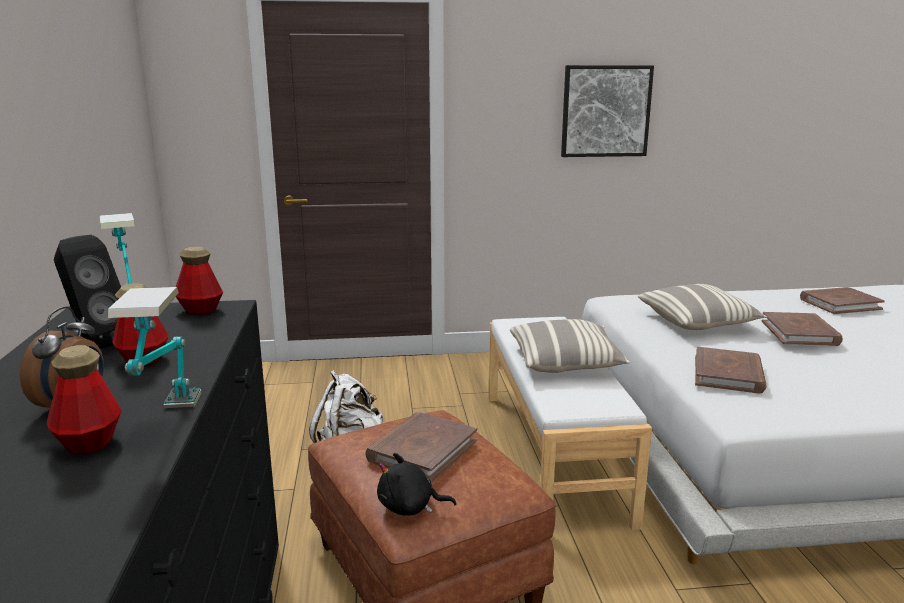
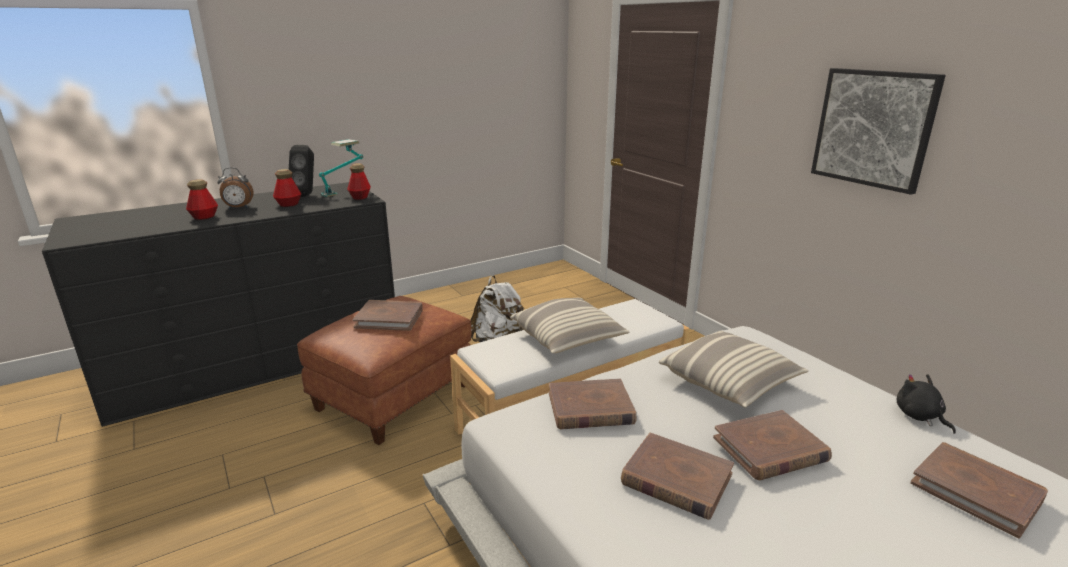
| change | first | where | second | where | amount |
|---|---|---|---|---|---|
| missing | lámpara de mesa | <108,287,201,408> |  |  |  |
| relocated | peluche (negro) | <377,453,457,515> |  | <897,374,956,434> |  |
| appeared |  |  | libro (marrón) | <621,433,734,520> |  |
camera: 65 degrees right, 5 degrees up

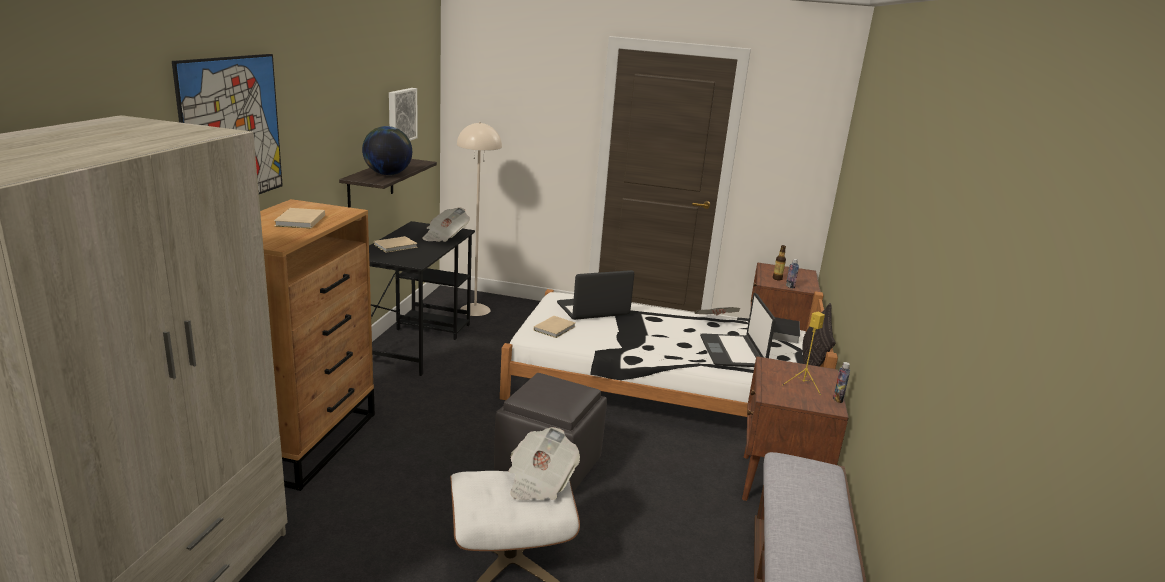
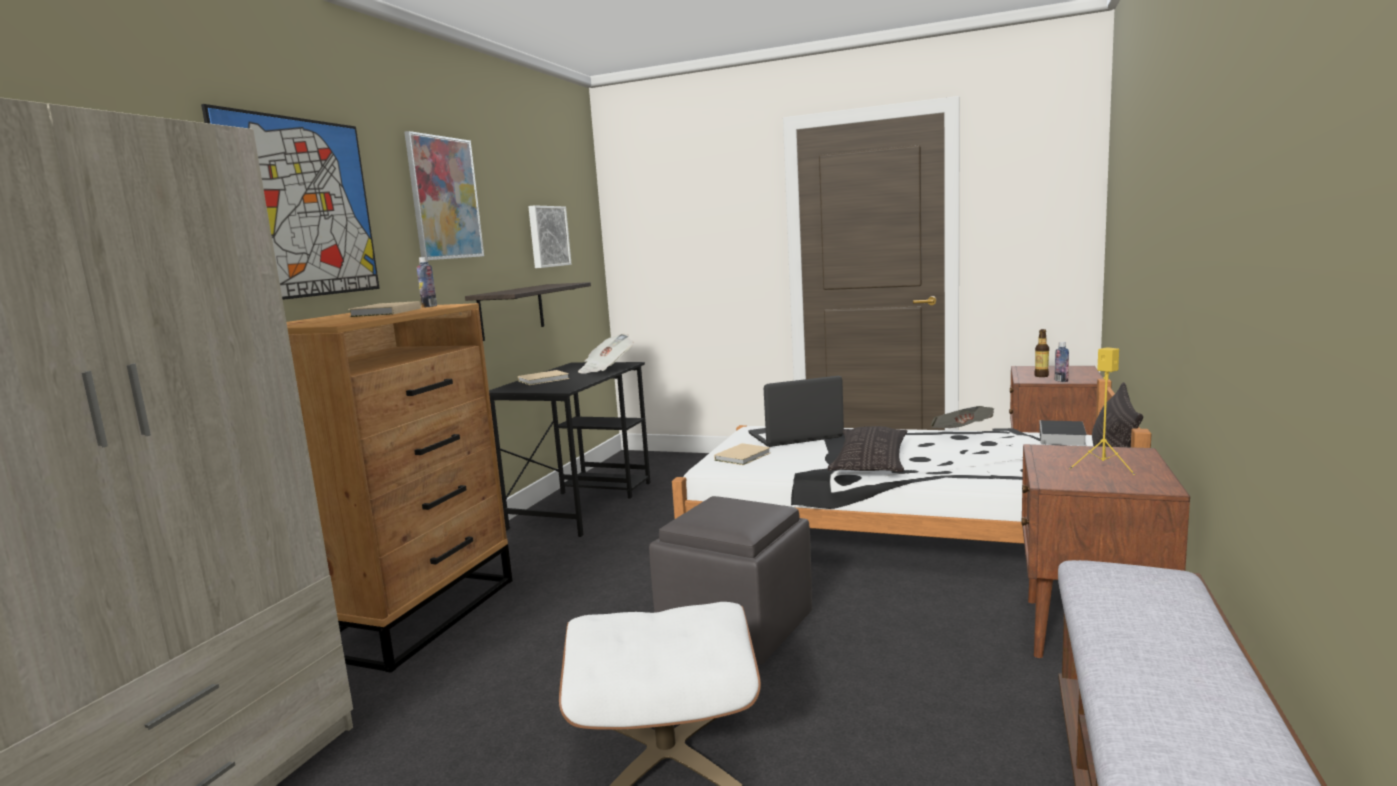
| change | first | where | second | where | amount |
|---|---|---|---|---|---|
| missing | globo terráqueo | <362,126,412,175> |  |  |  |
| missing | lámpara de pie (beis) | <457,122,502,316> |  |  |  |
| missing | periódico | <509,427,580,500> |  |  |  |
| missing | portátil | <700,293,776,367> |  |  |  |
| relocated | botella | <833,362,850,403> |  | <417,257,437,308> |  |
| appeared |  |  | cuadro | <404,131,484,260> |  |
| appeared |  |  | cojín | <828,426,907,472> |  |
camera: 10 degrees right, 10 degrees down

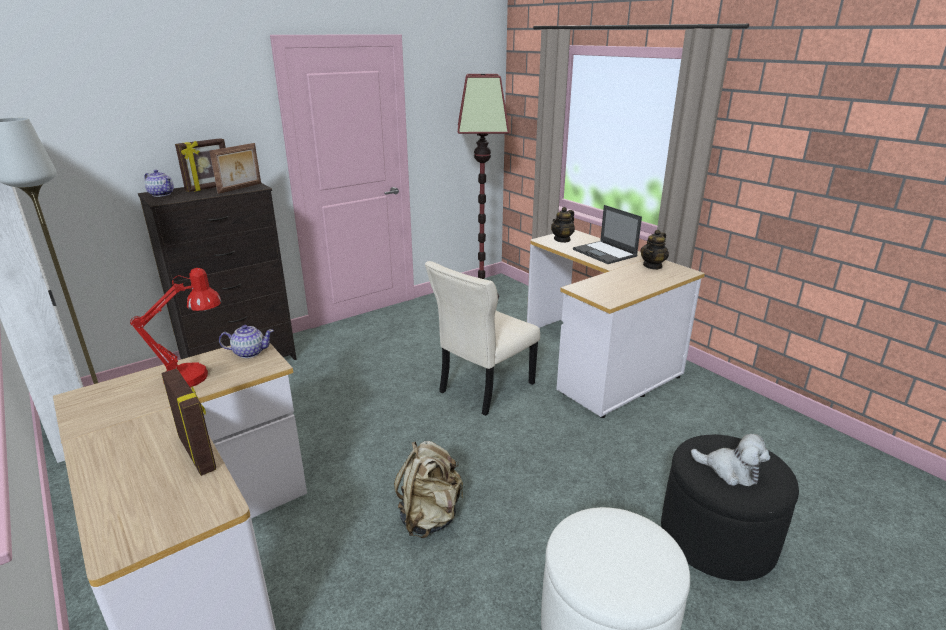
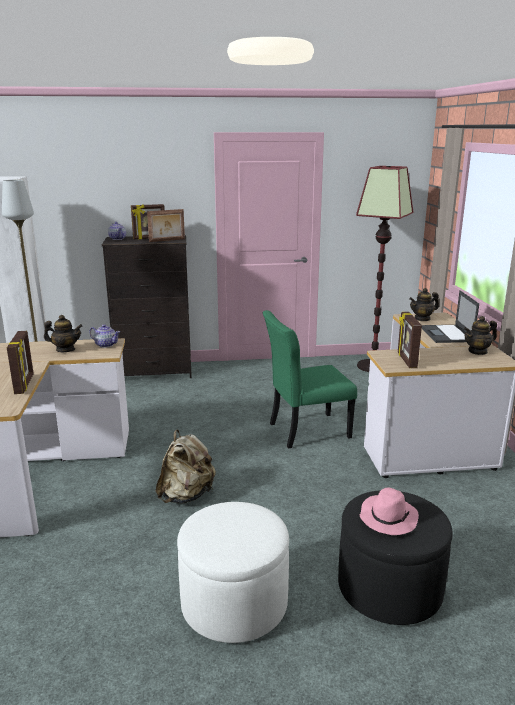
| change | first | where | second | where | amount |
|---|---|---|---|---|---|
| exchanged | lámpara de mesa (rojo) | <130,268,222,388> | tetera | <44,315,83,352> |  |
| colour | silla (beis) | <425,261,540,416> | silla (verde) | <262,310,357,449> |  |
| exchanged | peluche | <691,434,770,486> | sombrero (rosa) | <360,487,419,535> |  |
| appeared |  |  | portarretratos | <398,312,422,368> |  |
camera: 30 degrees right, 5 degrees down

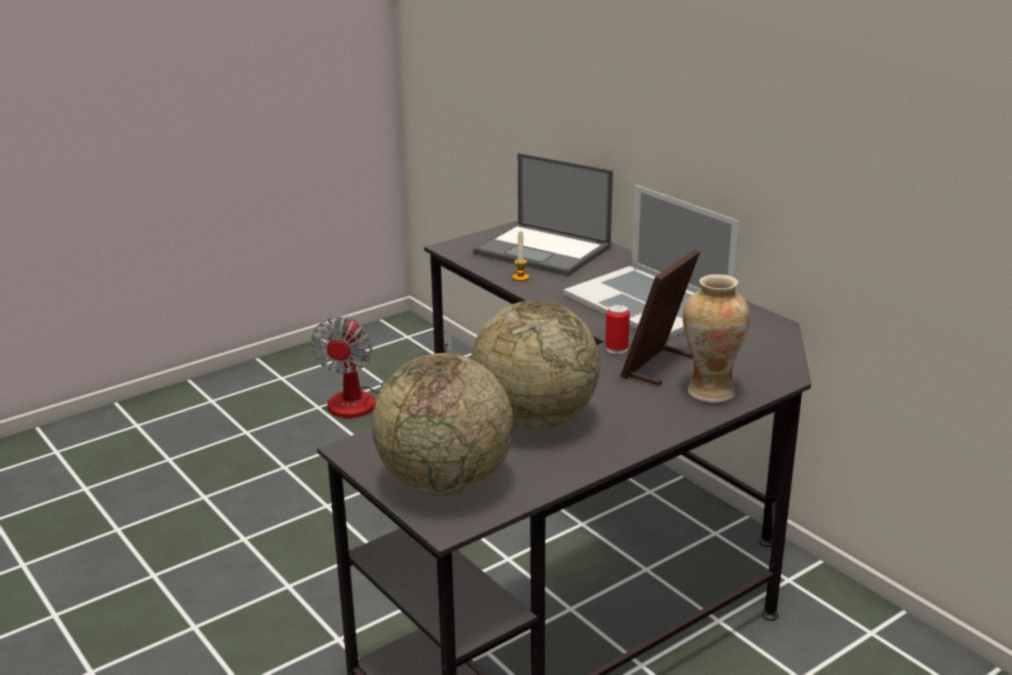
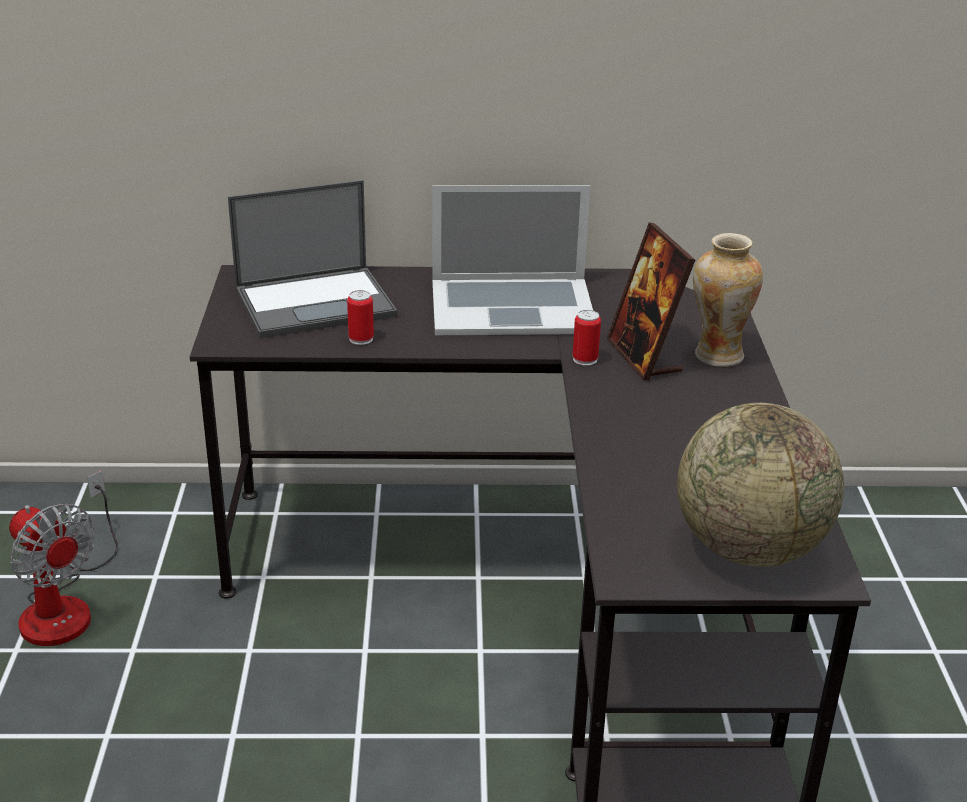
| change | first | where | second | where | amount |
|---|---|---|---|---|---|
| missing | globo terráqueo | <471,300,600,430> |  |  |  |
| exchanged | vela | <512,230,529,281> | lata | <347,290,374,345> |  |
camera: 55 degrees left, 5 degrees up

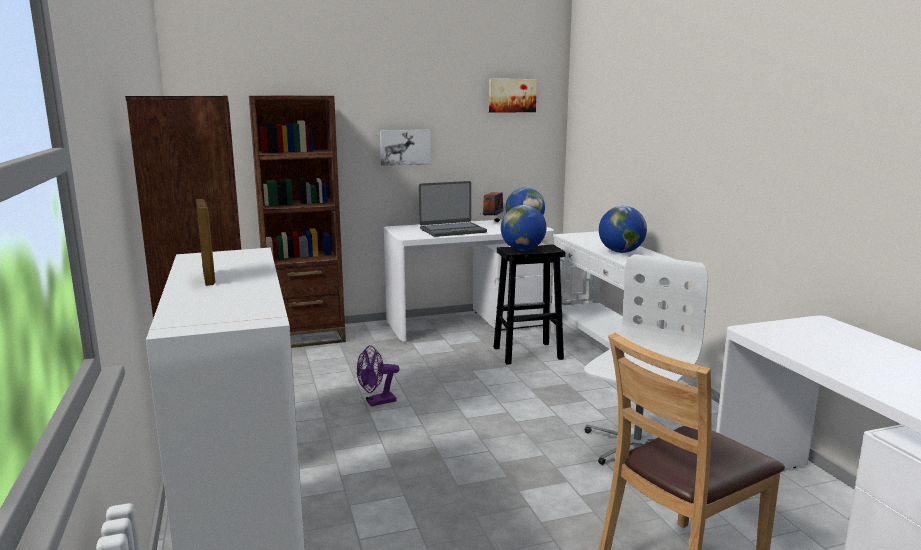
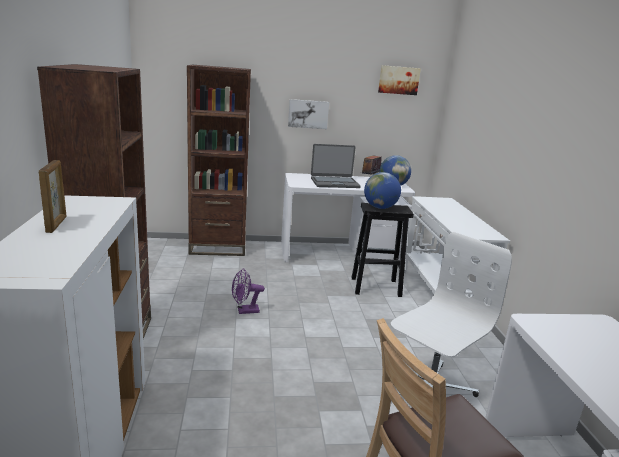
| change | first | where | second | where | amount |
|---|---|---|---|---|---|
| missing | globo terráqueo | <599,206,647,253> |  |  |  |
camera: 10 degrees right, 5 degrees up

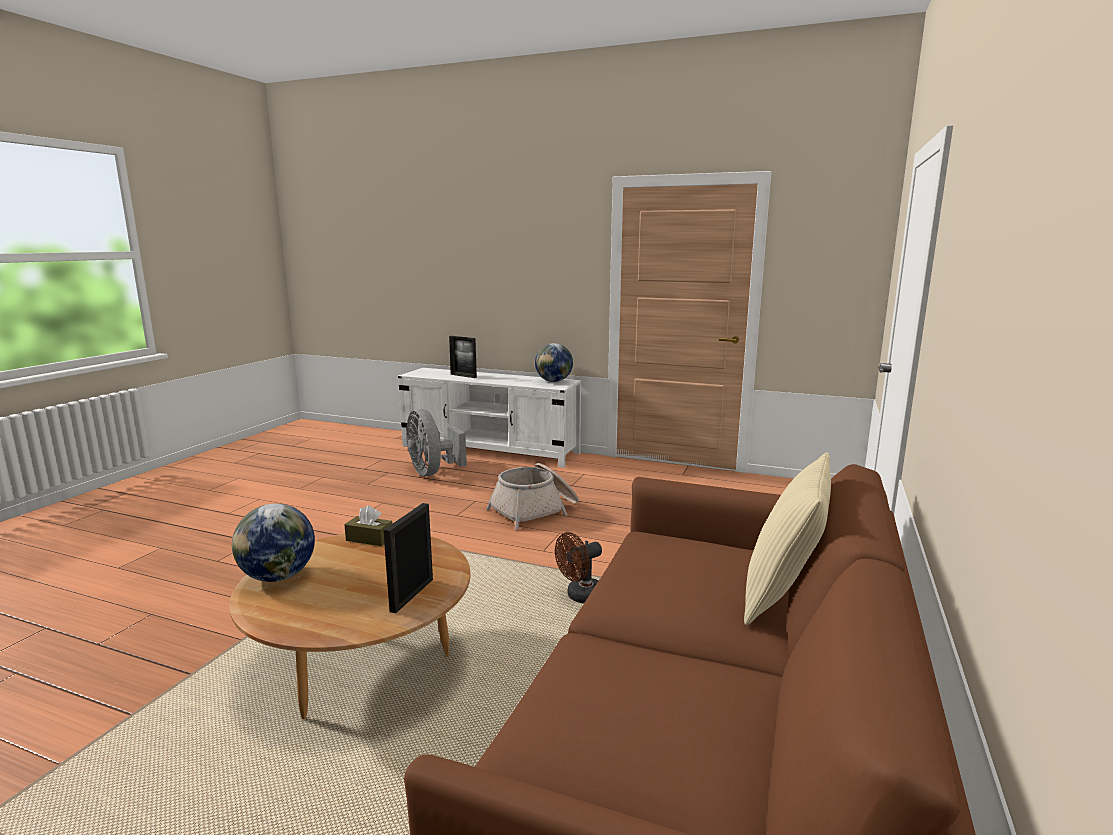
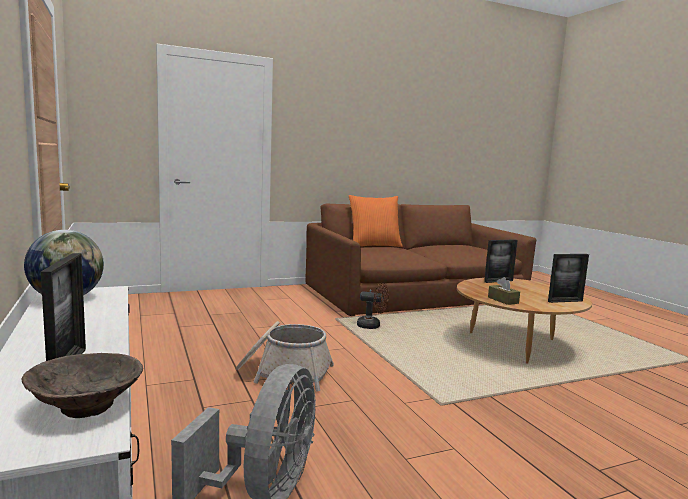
| change | first | where | second | where | amount |
|---|---|---|---|---|---|
| exchanged | globo terráqueo | <232,503,315,582> | portarretratos | <548,254,589,303> |  |
| colour | cojín (beis) | <744,452,831,625> | cojín (naranja) | <349,195,403,247> |  |
| appeared |  |  | cuenco (marrón) | <22,353,143,418> |  |
camera: 135 degrees left, 5 degrees down

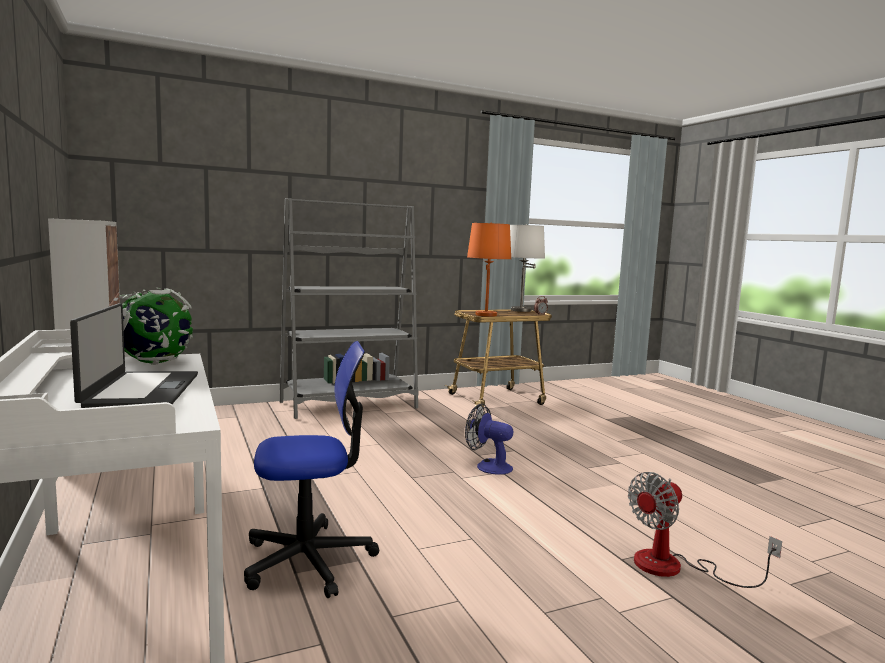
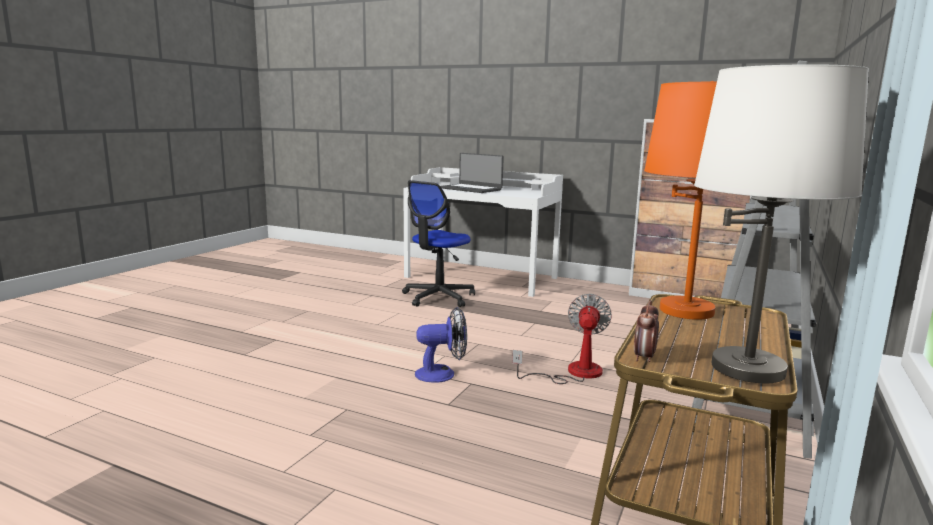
| change | first | where | second | where | amount |
|---|---|---|---|---|---|
| missing | globo terráqueo | <119,288,193,365> |  |  |  |
| relocated | ventilador | <628,472,782,588> |  | <512,294,612,384> |  |
camera: 140 degrees right, 5 degrees up

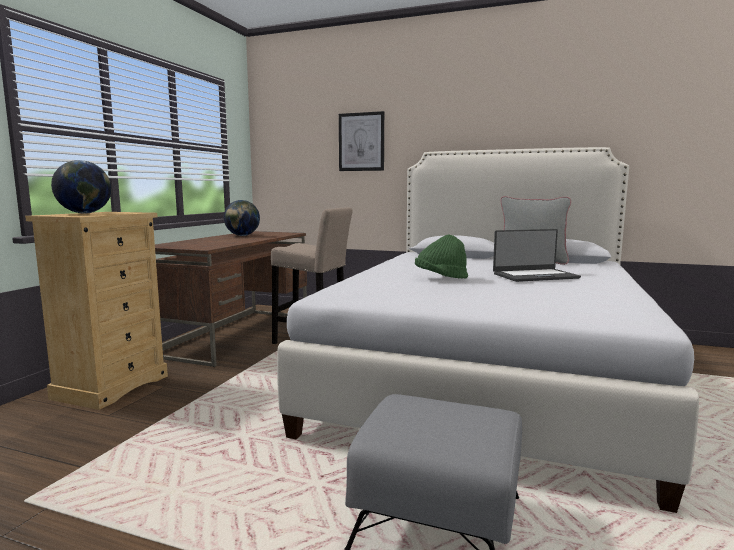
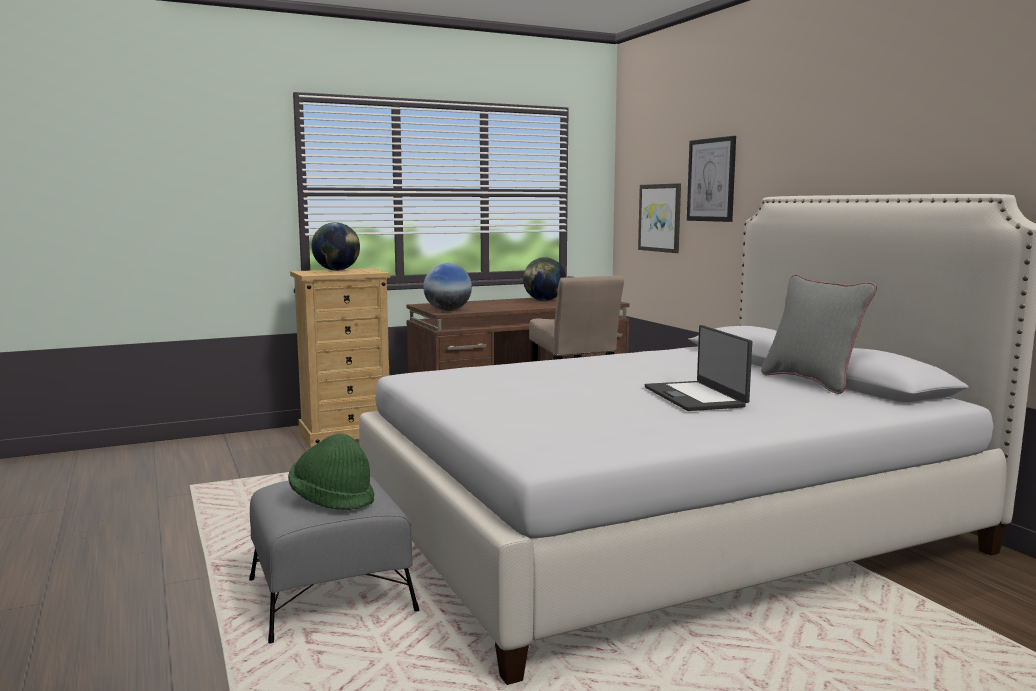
| change | first | where | second | where | amount |
|---|---|---|---|---|---|
| relocated | sombrero (verde) | <415,234,468,279> |  | <288,433,374,510> |  |
| spun | portátil | <493,229,581,282> |  | <645,325,752,411> | 45 degrees clockwise |
| appeared |  |  | globo terráqueo | <423,263,472,311> |  |
| appeared |  |  | cuadro | <638,183,681,253> |  |
camera: 45 degrees right, 0 degrees up

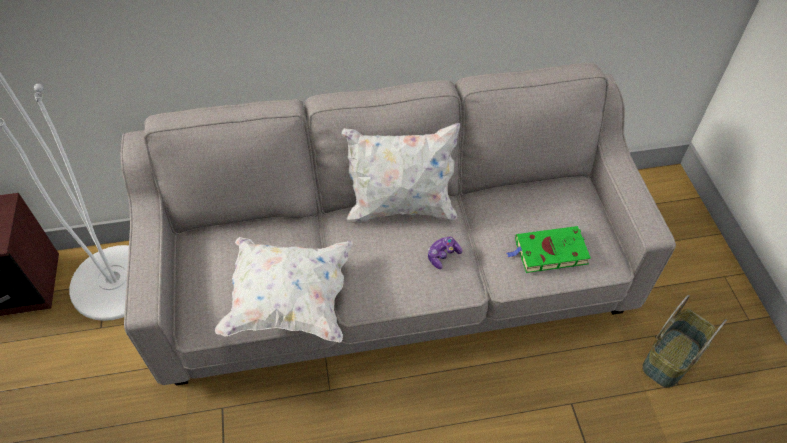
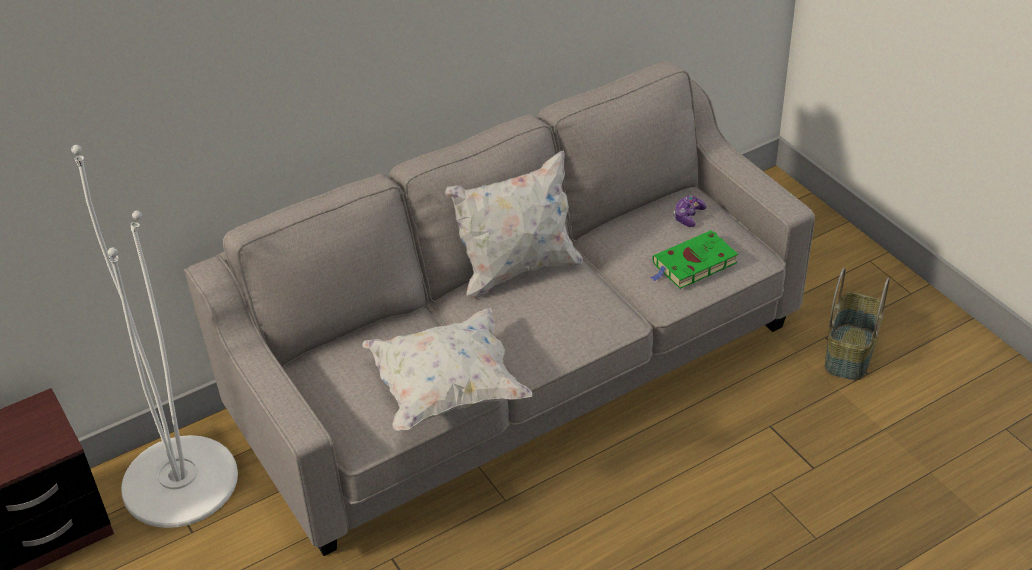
| change | first | where | second | where | amount |
|---|---|---|---|---|---|
| relocated | mando de consola | <428,237,462,269> |  | <673,195,706,227> |  |
camera: 20 degrees left, 10 degrees down

